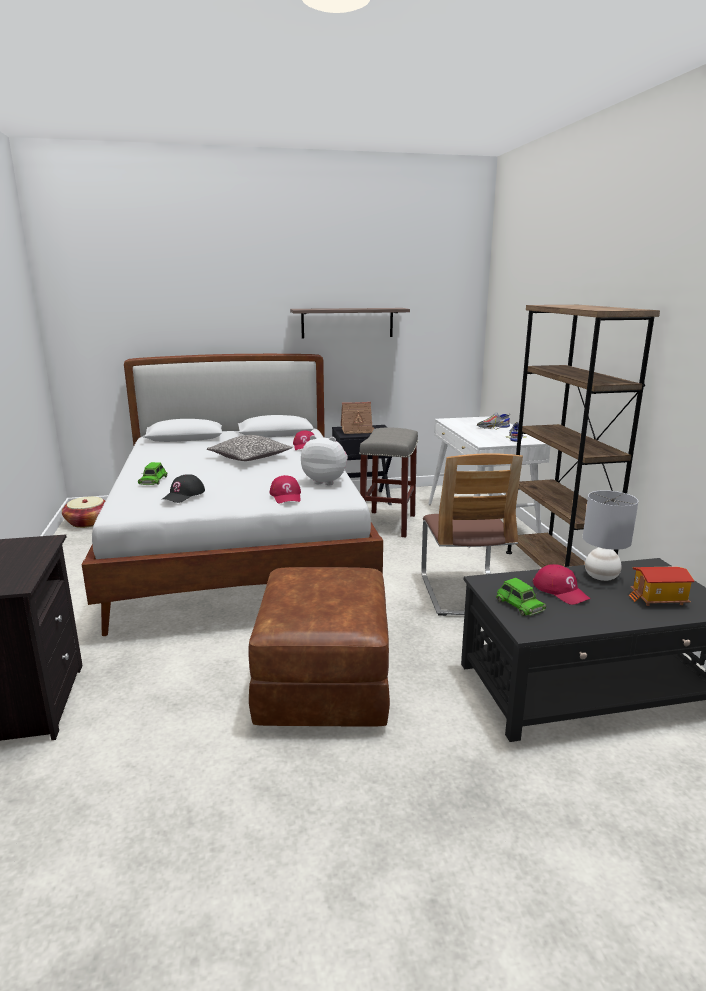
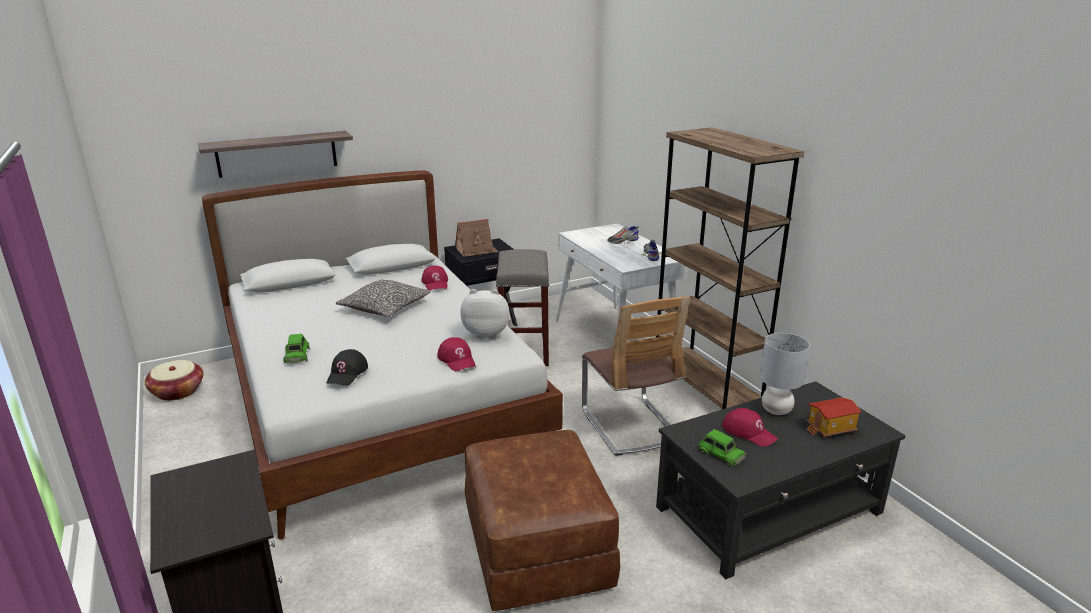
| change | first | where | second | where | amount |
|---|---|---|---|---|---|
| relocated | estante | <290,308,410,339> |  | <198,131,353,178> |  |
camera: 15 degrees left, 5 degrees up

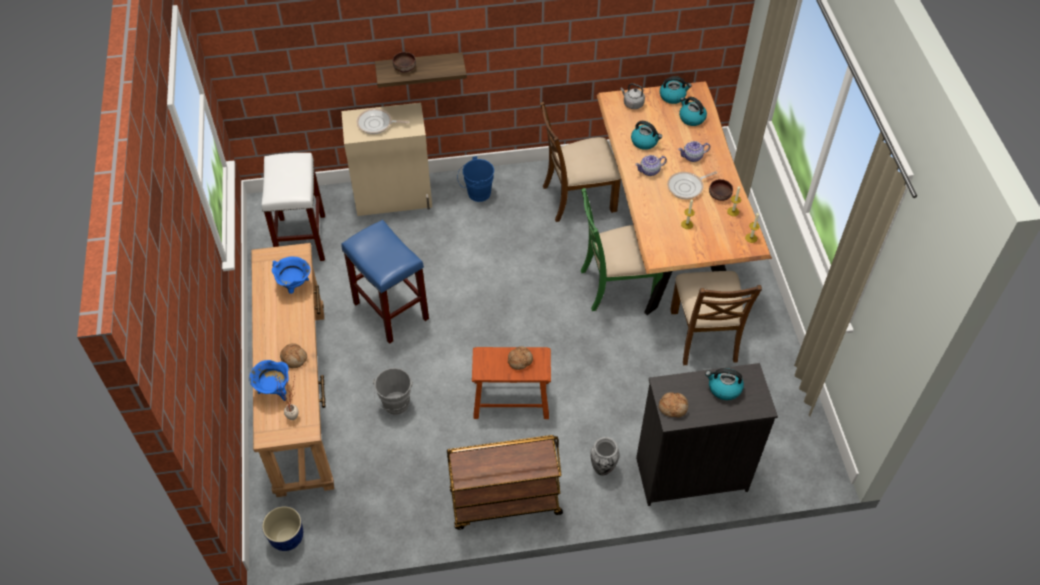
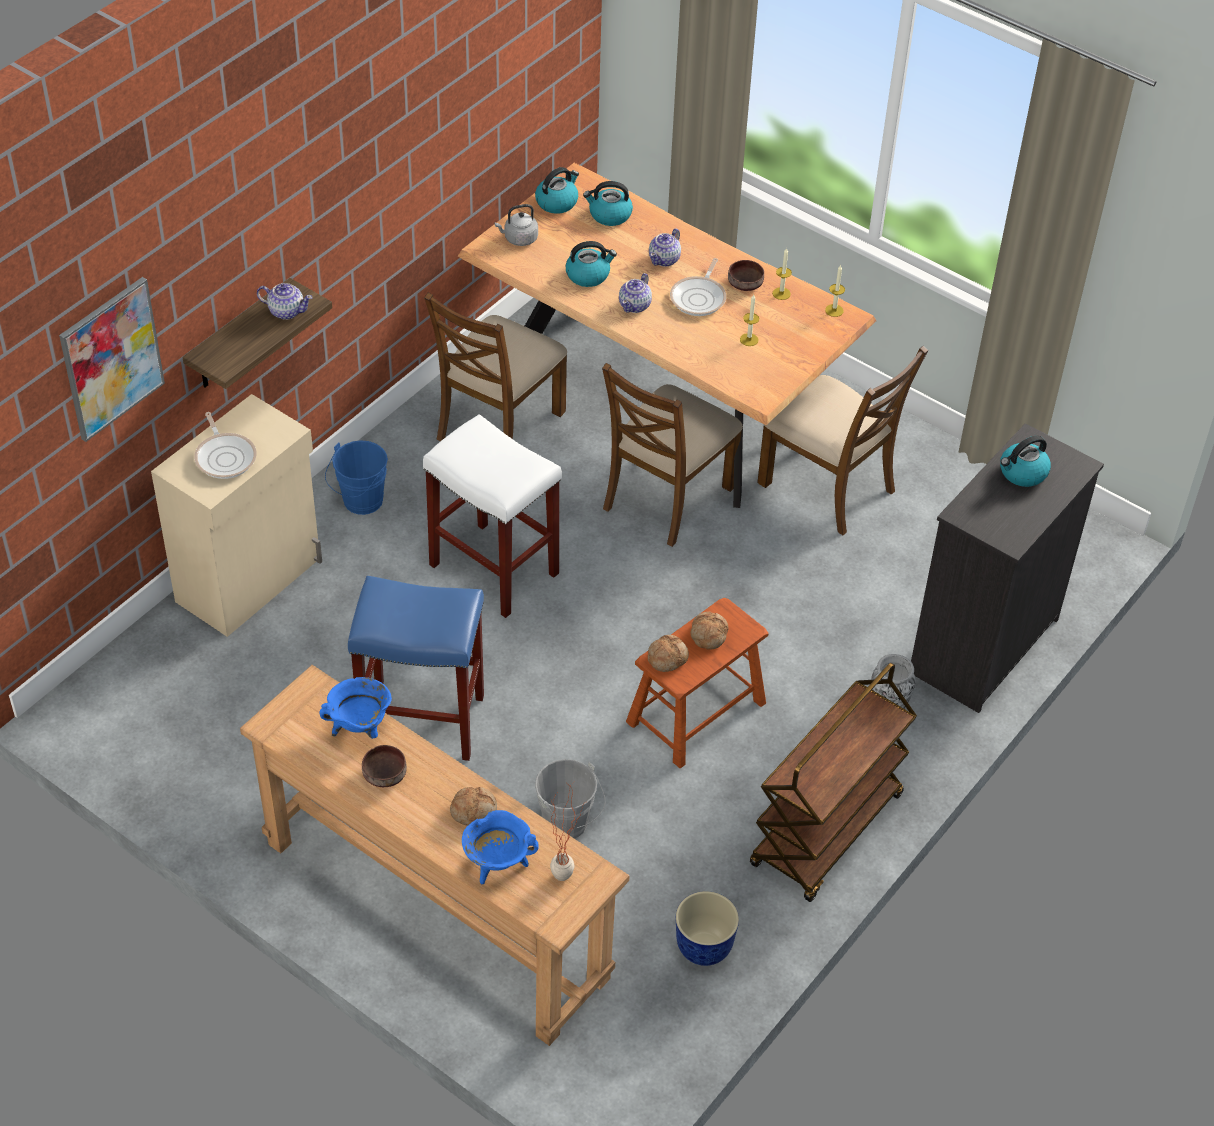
| change | first | where | second | where | amount |
|---|---|---|---|---|---|
| relocated | taburete (blanco) | <262,153,325,261> |  | <423,414,562,618> |  |
| relocated | maceta | <262,506,303,551> |  | <676,891,739,966> |  |
| spun | sartén | <357,108,409,134> |  | <194,412,257,479> | 75 degrees counterclockwise |
| relocated | cuenco (marrón) | <393,52,416,72> |  | <362,745,407,787> |  |
| colour | silla (verde) | <581,188,663,311> | silla (marrón) | <602,363,743,547> |  |
| relocated | pan | <659,392,688,417> |  | <648,635,689,672> |  |
| appeared |  |  | cuadro | <59,277,165,442> |  |
| appeared |  |  | tetera | <257,283,313,320> |  |
camera: 45 degrees left, 5 degrees down

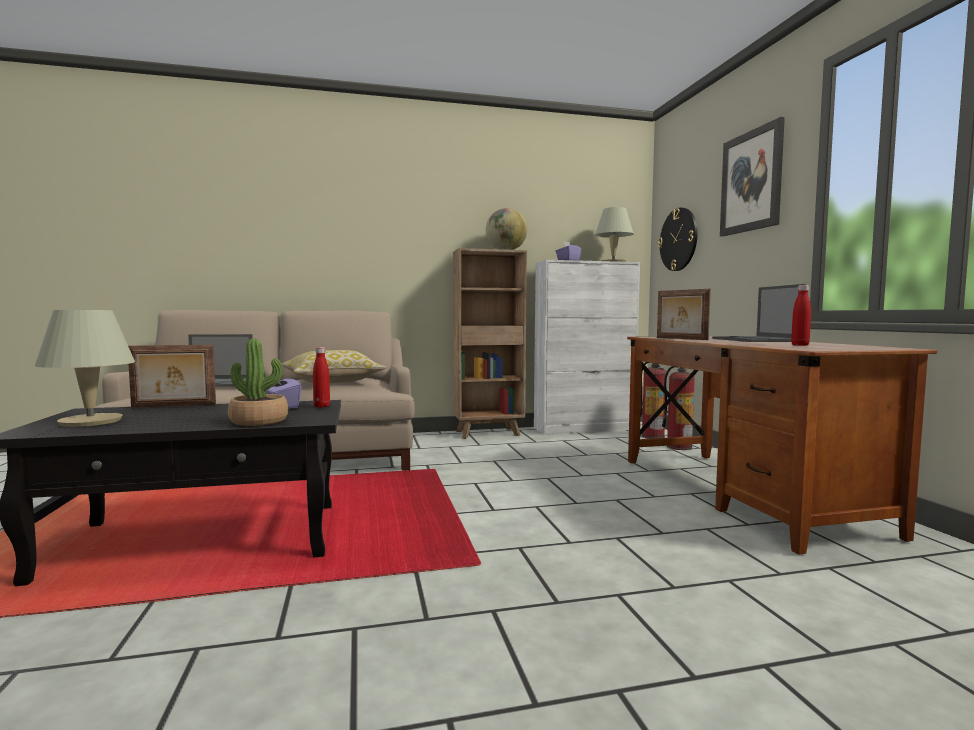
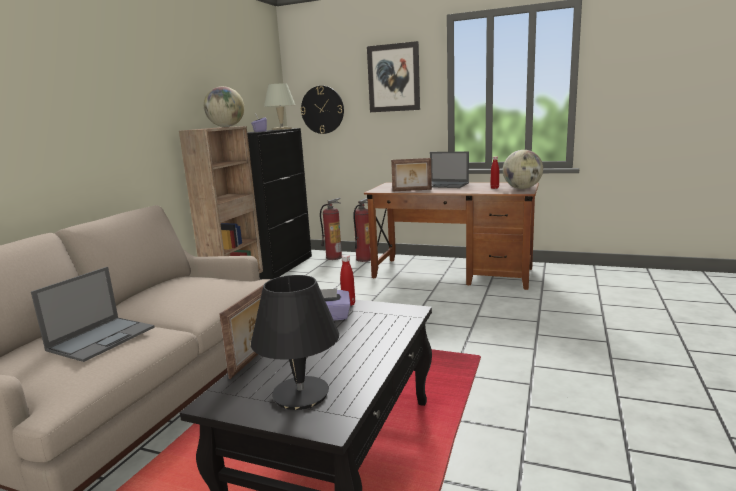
| change | first | where | second | where | amount |
|---|---|---|---|---|---|
| colour | lámpara de mesa (beis) | <35,310,135,427> | lámpara de mesa (negro) | <251,275,339,410> |  |
| missing | planta en maceta | <228,339,288,426> |  |  |  |
| missing | cojín | <282,350,386,383> |  |  |  |
| colour | armario (blanco) | <534,260,640,434> | armario (negro) | <247,128,312,280> |  |
| appeared |  |  | globo terráqueo | <503,150,543,189> |  |
camera: 55 degrees left, 10 degrees up

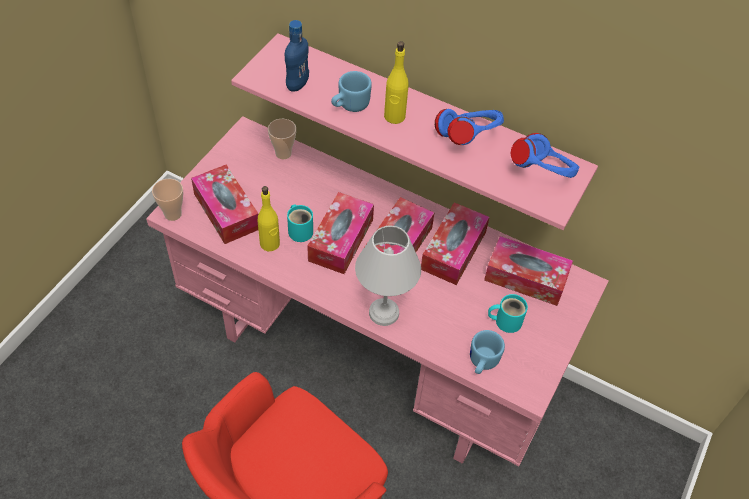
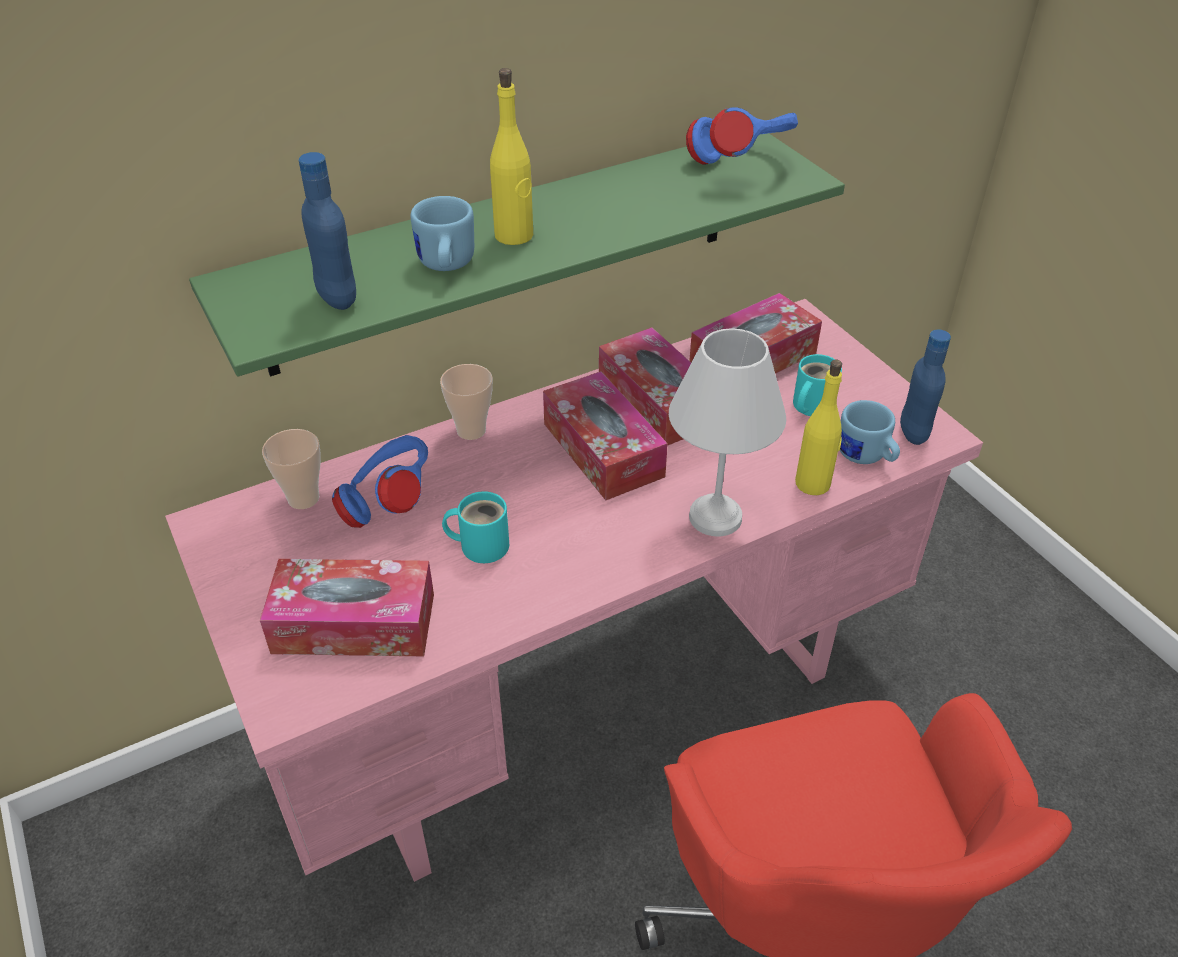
| change | first | where | second | where | amount |
|---|---|---|---|---|---|
| relocated | taza | <152,179,183,221> |  | <440,364,493,440> |  |
| colour | estante (rosa) | <231,33,598,230> | estante (verde) | <189,133,845,377> |  |
| relocated | botella (amarillo) | <258,186,280,251> |  | <795,359,842,495> |  |
| missing | caja de pañuelos | <307,192,374,274> |  |  |  |
| relocated | auriculares (azul) | <435,109,504,145> |  | <332,435,428,528> |  |
| appeared |  |  | botella (azul) | <900,329,951,445> |  |
camera: 55 degrees left, 10 degrees down

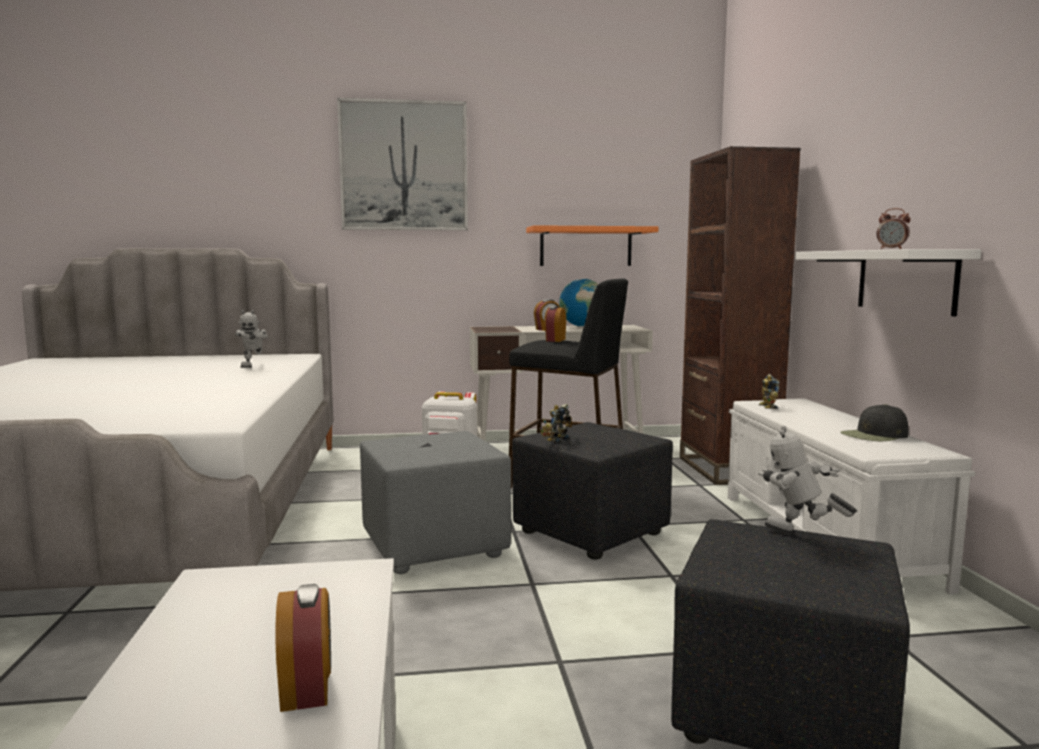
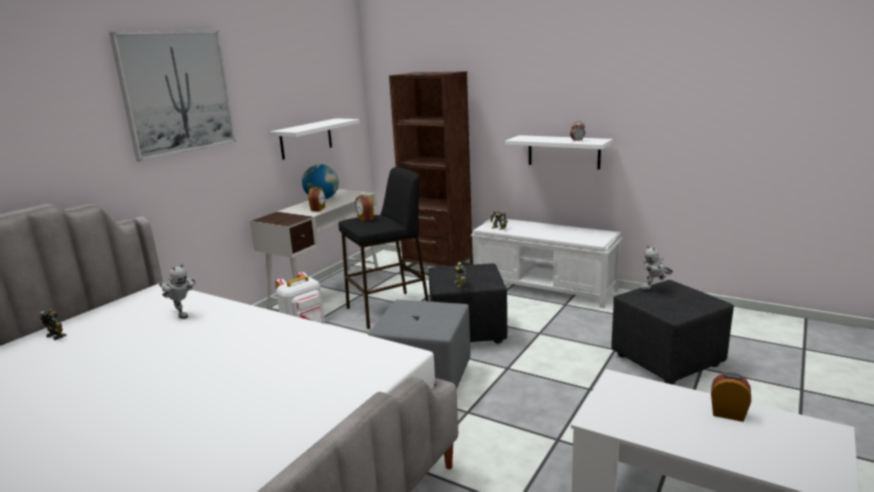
| change | first | where | second | where | amount |
|---|---|---|---|---|---|
| colour | estante (naranja) | <526,225,658,266> | estante (blanco) | <270,118,360,160> |  |
| missing | gorra (negro) | <841,404,908,441> |  |  |  |
| appeared |  |  | robot de juguete | <39,309,67,340> |  |
camera: 50 degrees left, 10 degrees up

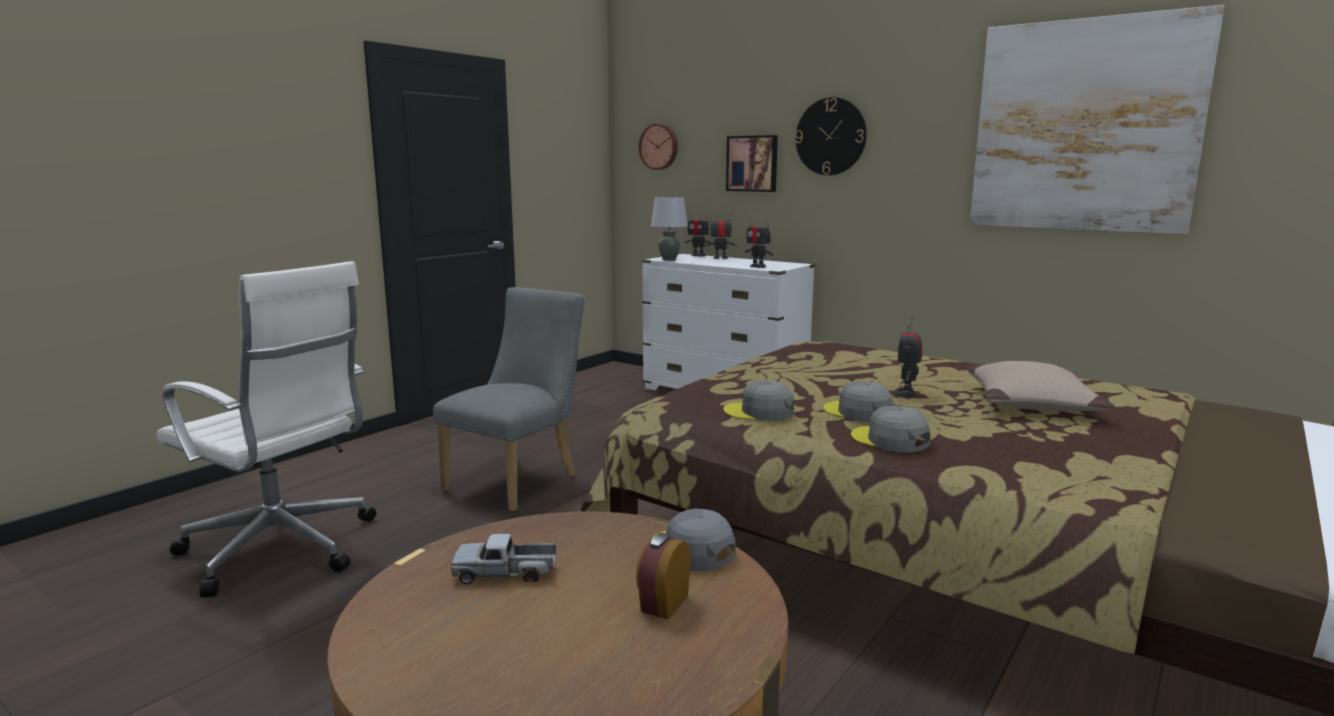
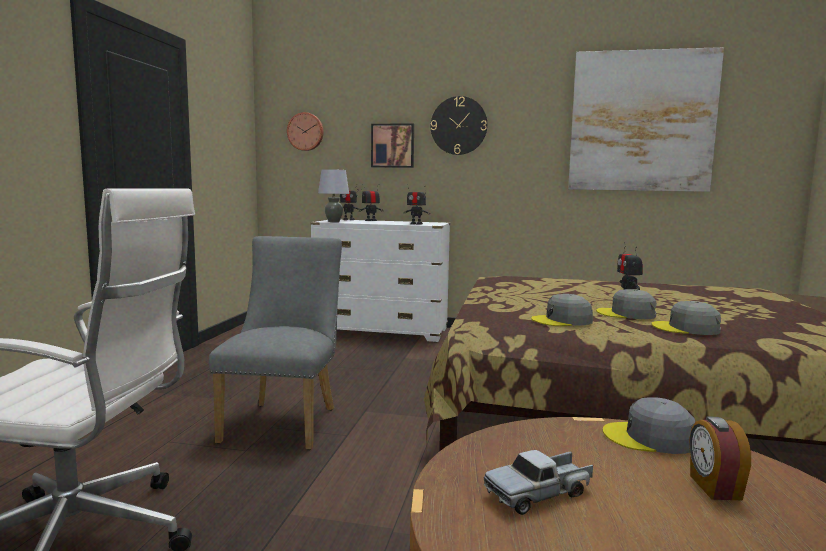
| change | first | where | second | where | amount |
|---|---|---|---|---|---|
| missing | cojín (beis) | <967,361,1116,411> |  |  |  |
camera: 25 degrees left, 5 degrees down

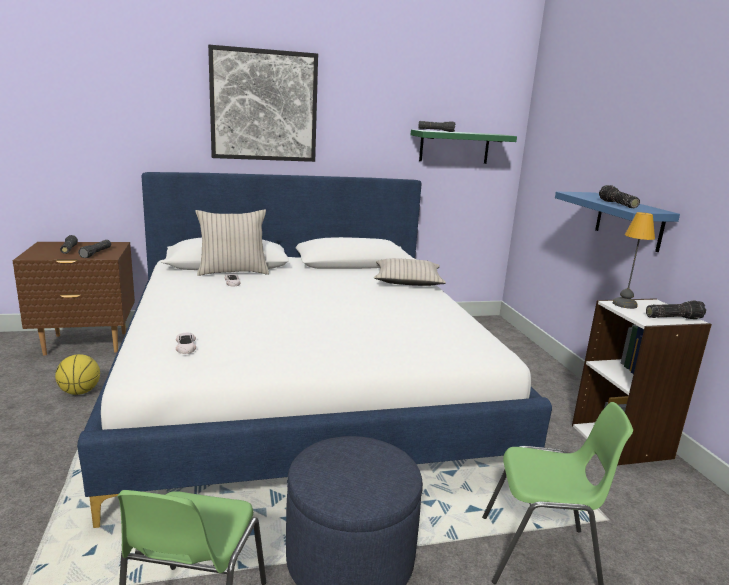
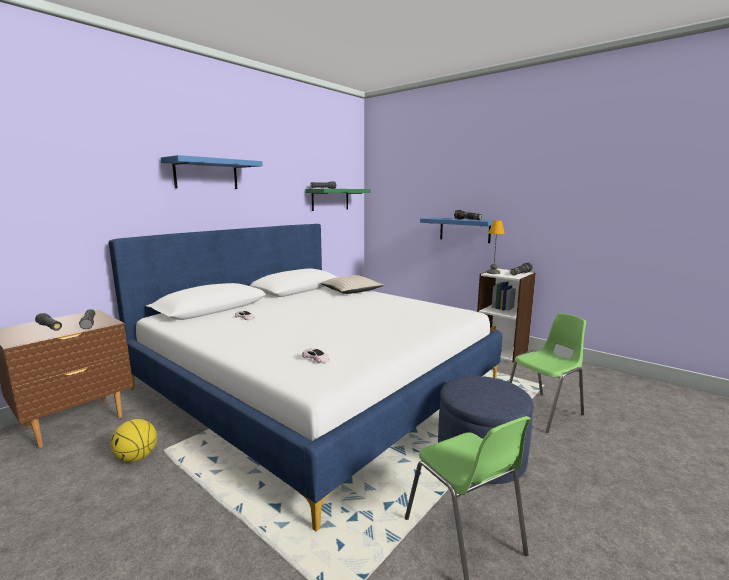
| change | first | where | second | where | amount |
|---|---|---|---|---|---|
| missing | cojín (beis) | <195,209,269,276> |  |  |  |
| exchanged | cuadro | <208,45,318,162> | estante (azul) | <161,155,263,189> |  |
camera: 35 degrees left, 5 degrees down

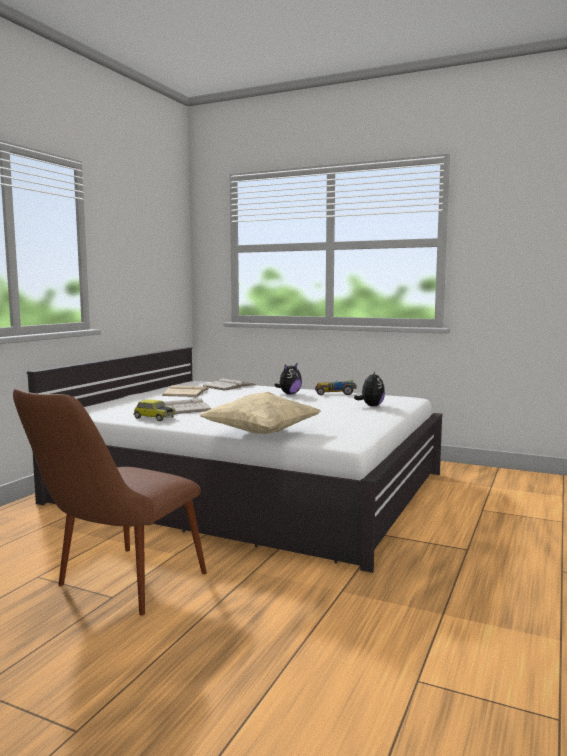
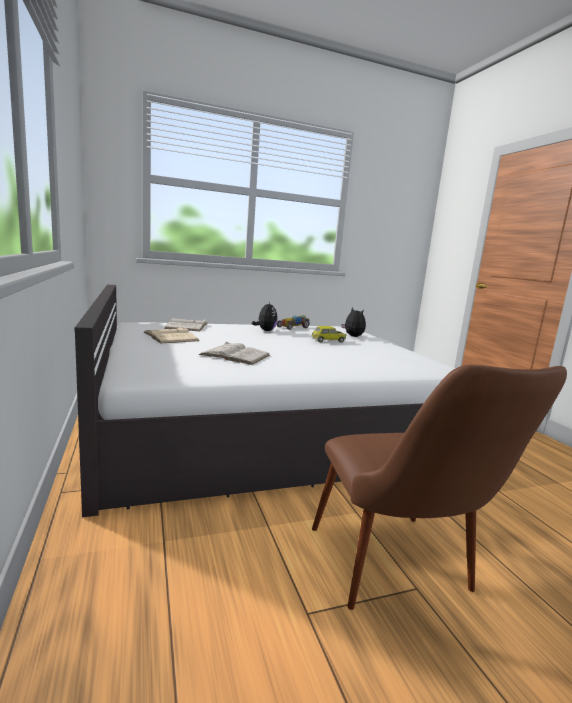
| change | first | where | second | where | amount |
|---|---|---|---|---|---|
| relocated | coche de juguete | <133,399,175,421> |  | <312,326,346,343> |  |
| missing | cojín (beis) | <199,392,321,434> |  |  |  |
camera: 45 degrees left, 5 degrees up

